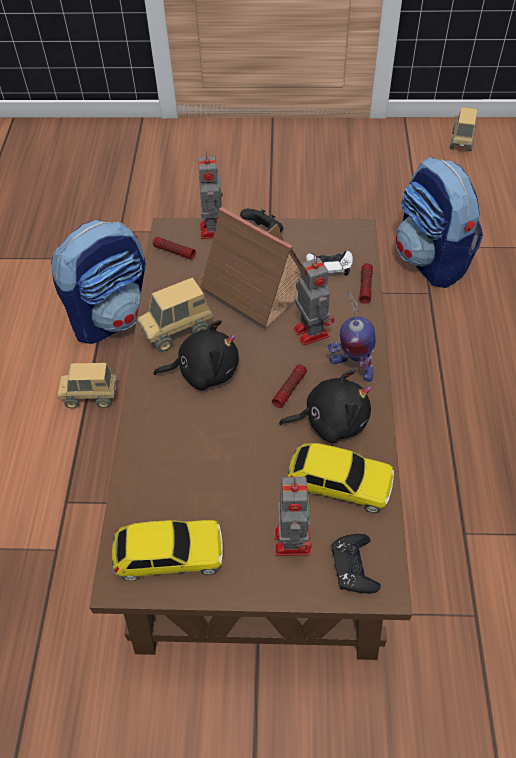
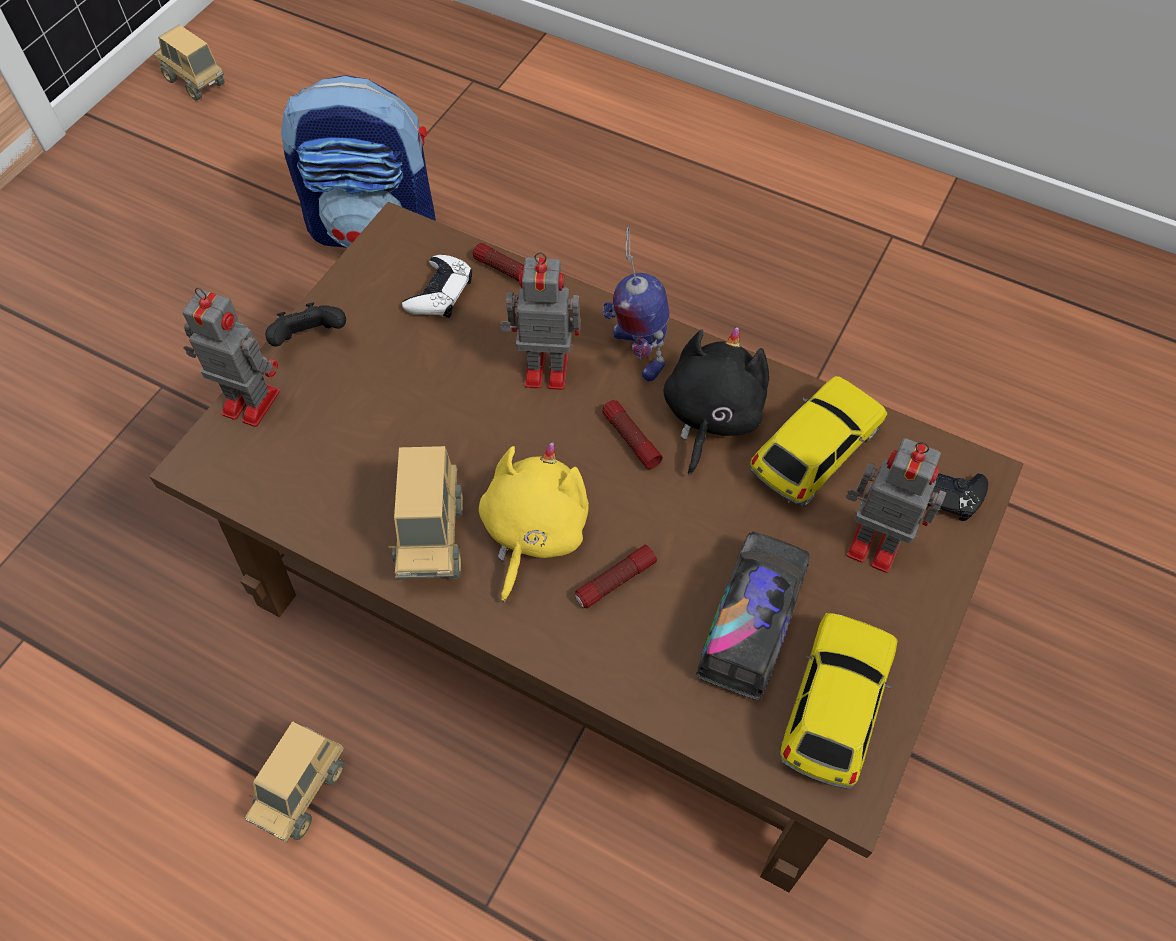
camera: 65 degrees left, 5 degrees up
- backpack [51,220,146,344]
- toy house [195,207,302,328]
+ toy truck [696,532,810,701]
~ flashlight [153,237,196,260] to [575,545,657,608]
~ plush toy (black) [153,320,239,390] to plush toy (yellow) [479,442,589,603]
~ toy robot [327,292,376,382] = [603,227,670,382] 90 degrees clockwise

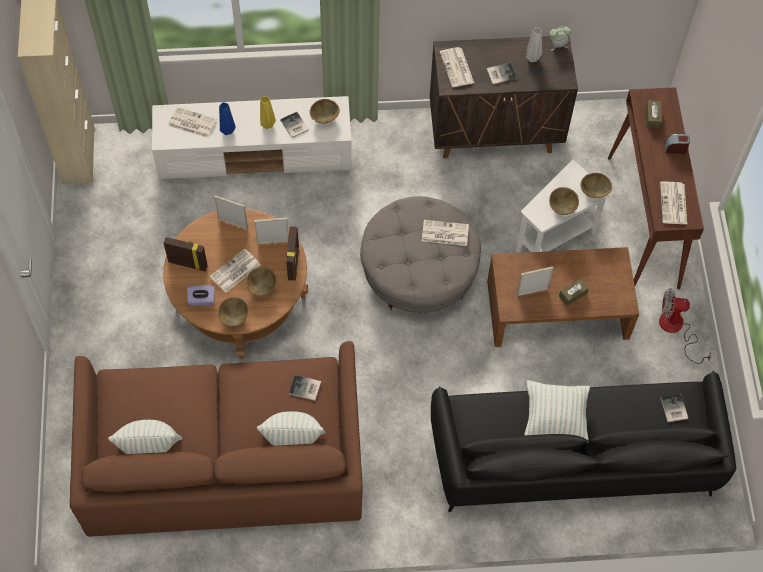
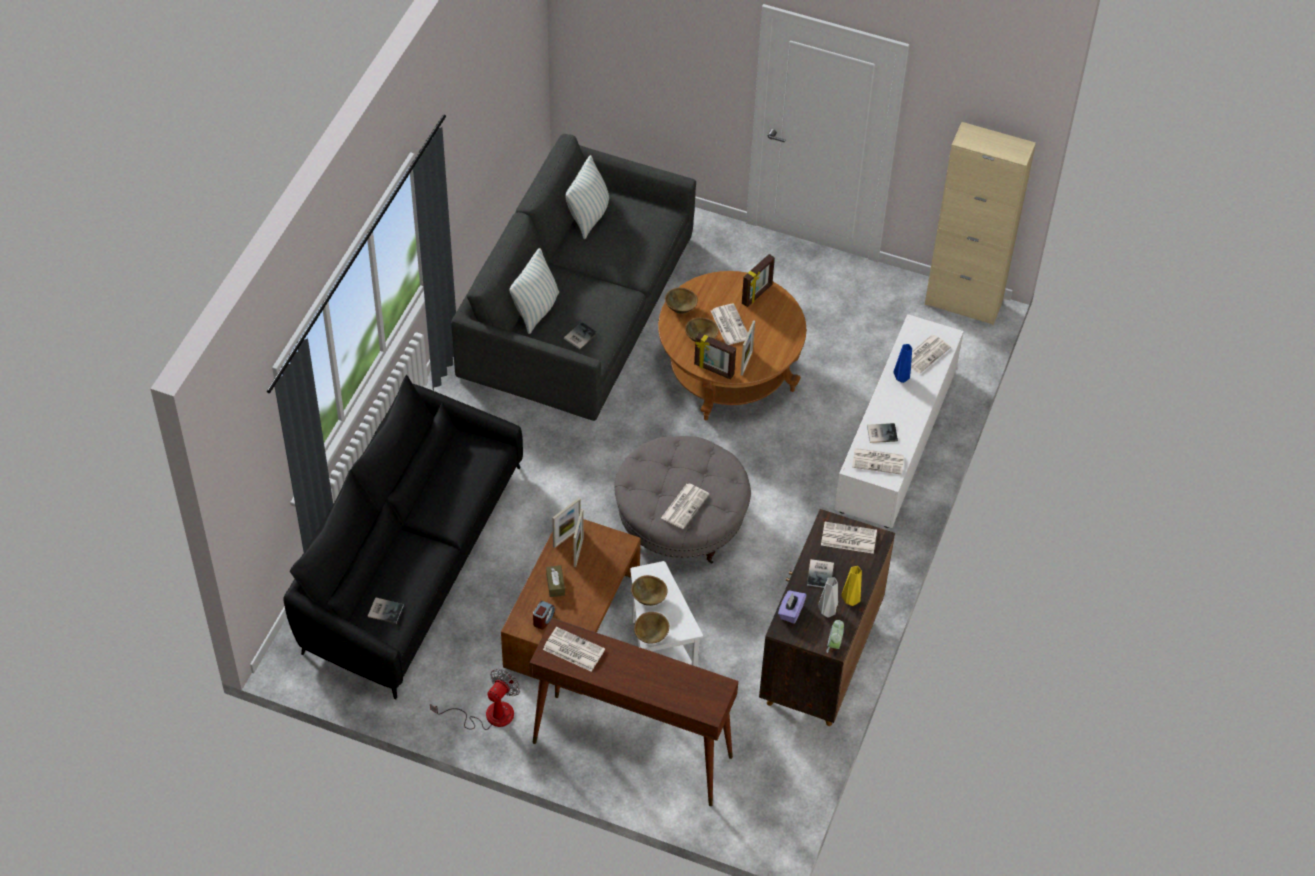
camera: 115 degrees right, 10 degrees down
- pillow [524,380,590,443]
- tissue box (brown) [646,100,662,128]
~ tissue box (purple) [187,285,215,306] to [778,590,807,624]
~ picture frame [214,195,248,230] to [552,498,581,548]
~ vase (yellow) [260,96,276,129] to [841,566,862,606]
~ alarm clock [665,134,690,154] to [533,601,555,630]
~ bowl (brown) [310,99,340,124] to newspaper [852,448,904,475]
~ sofa (brown) [70,341,363,537] to sofa (grey) [451,134,696,421]

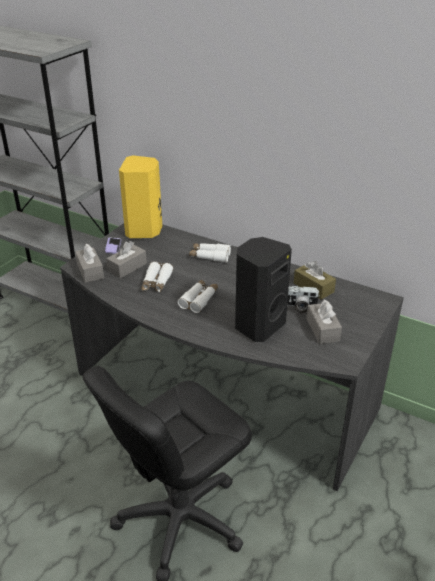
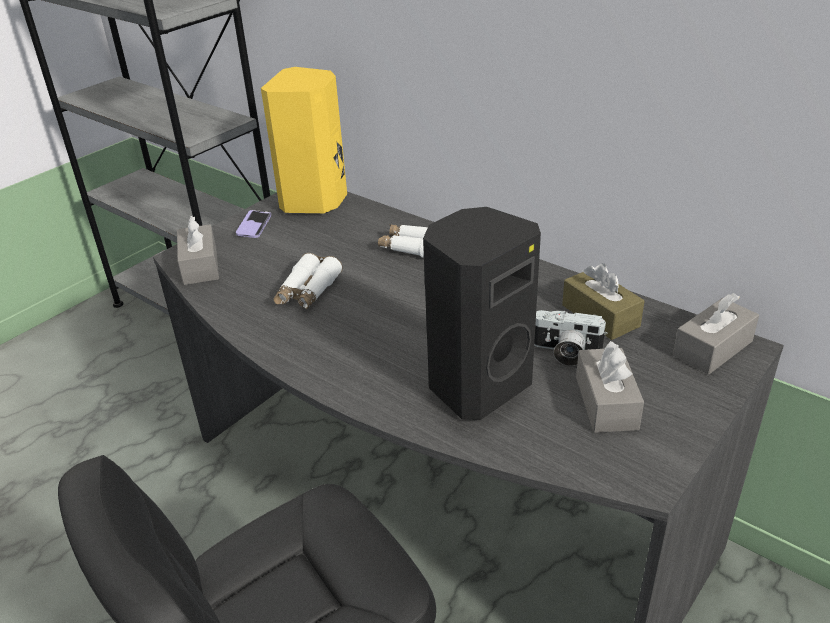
camera: 10 degrees right, 0 degrees up
- binoculars (white) [177,280,218,313]
~ tissue box (grey) [106,241,147,278] to [673,293,759,375]

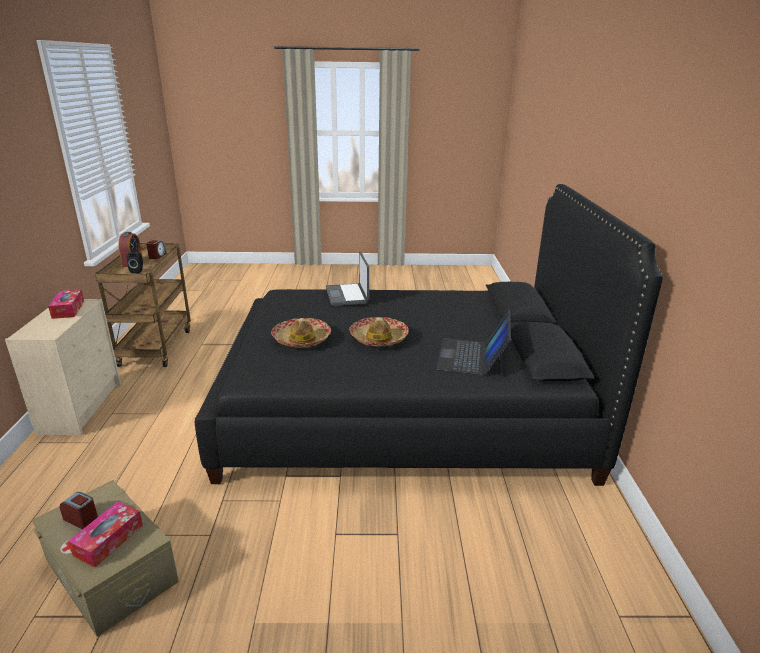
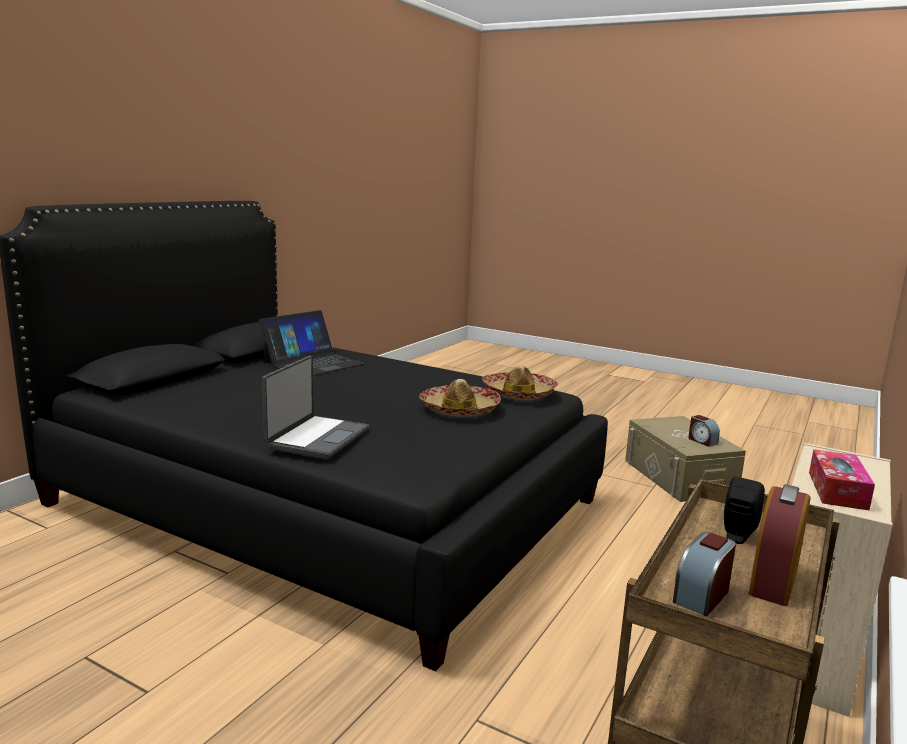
camera: 150 degrees left, 10 degrees down
- tissue box [68,502,143,567]
~ hat [349,317,409,347] to [482,365,558,400]

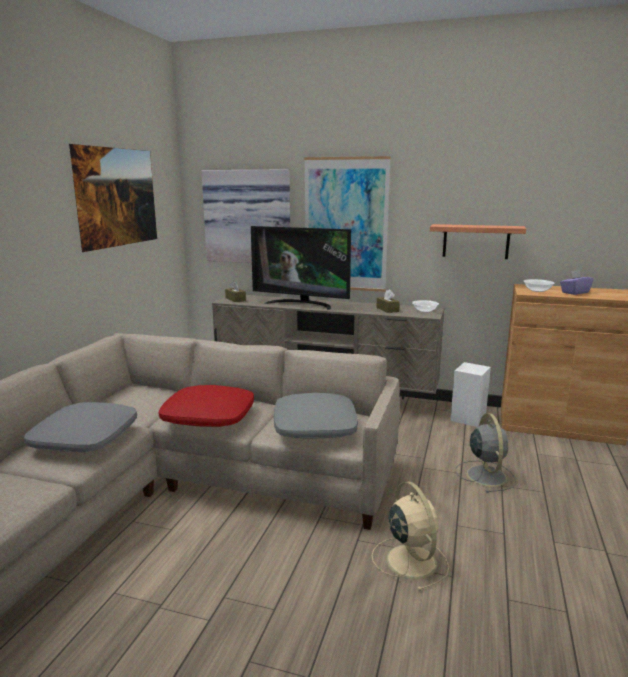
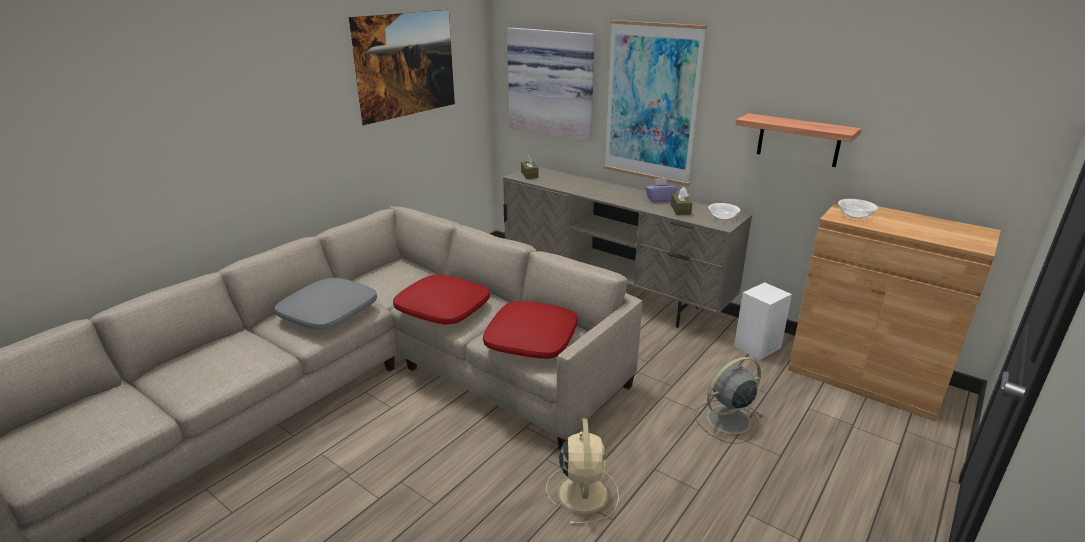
camera: 20 degrees right, 10 degrees up
- television [251,226,351,310]
~ tissue box (purple) [560,270,594,295] to [645,178,677,202]
~ pillow (grey) [274,393,358,438] to pillow (red) [483,301,577,359]
~ fan (grey) [456,413,516,493] = [695,357,763,444] 135 degrees counterclockwise

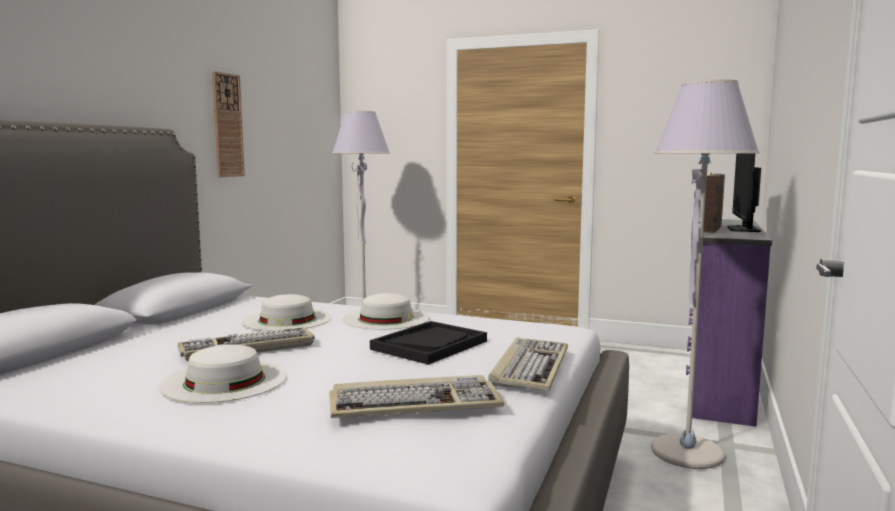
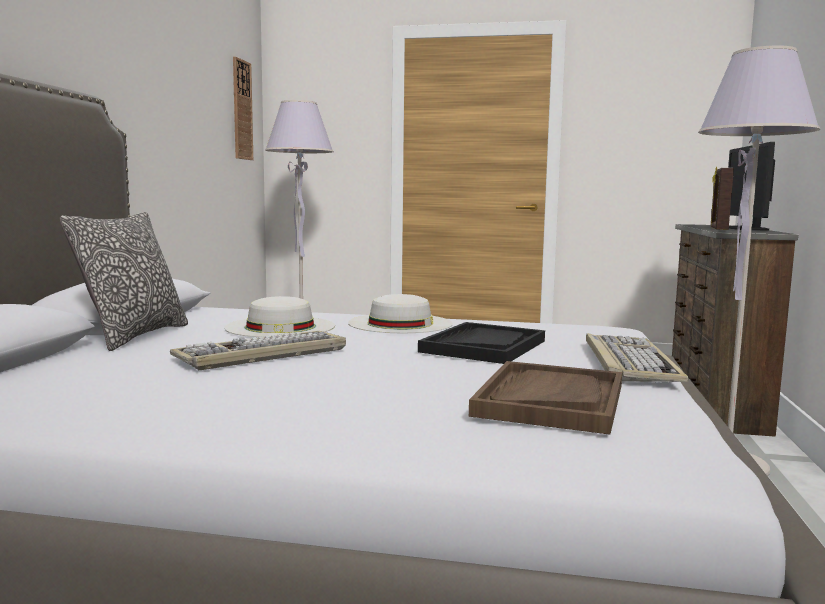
camera: 10 degrees left, 0 degrees up
- hat (white) [159,344,287,403]
+ pillow [60,212,188,351]
~ wall clock [212,71,245,177] to [233,57,253,160]
~ keyboard [329,375,504,418] to tray (brown) [469,361,622,435]
~ dresser (purple) [686,219,772,427] to dresser (brown) [672,224,798,437]

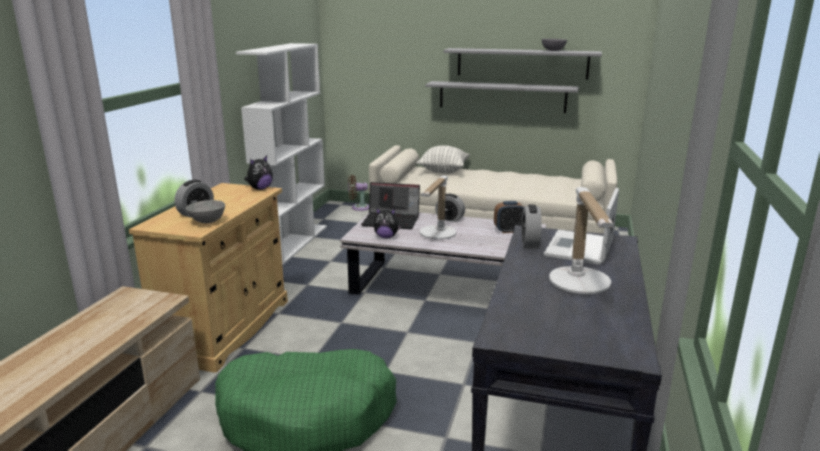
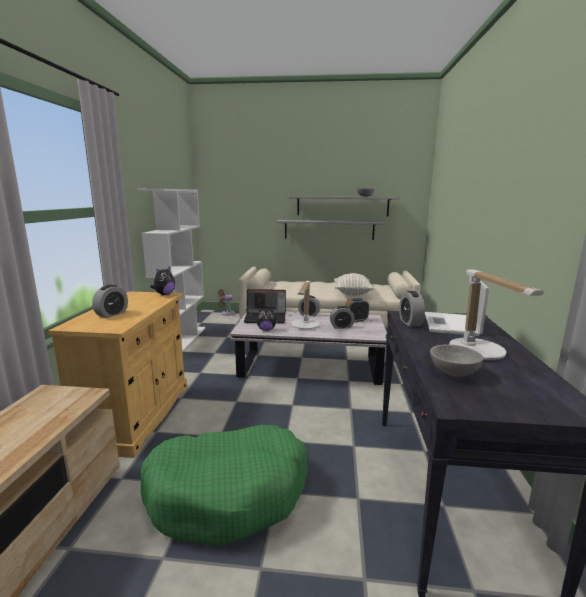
camera: 10 degrees left, 5 degrees down
+ alarm clock [330,306,355,329]
~ bowl (grey) [186,200,225,223] to [430,344,484,377]
~ pillow [416,145,470,174] to [334,273,374,295]

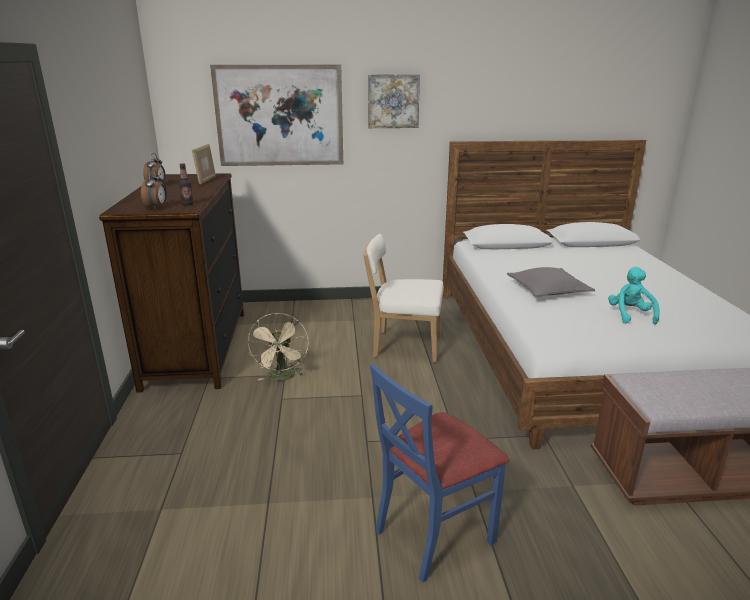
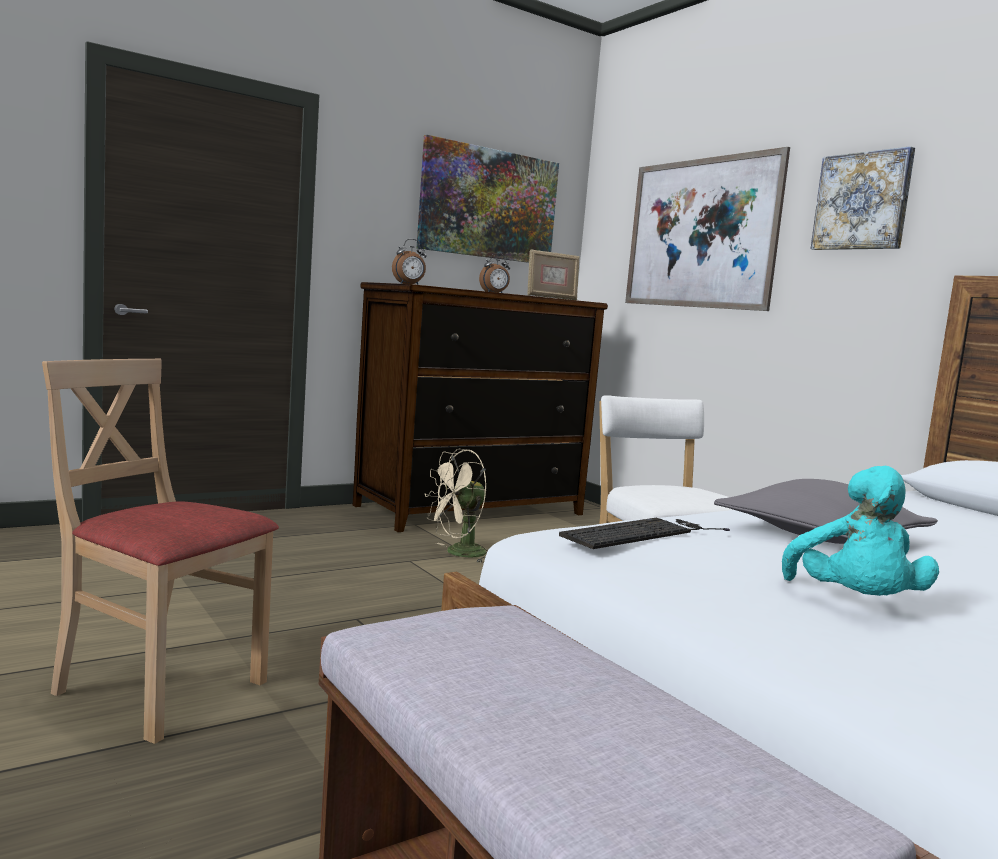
camera: 60 degrees right, 15 degrees down
- bottle [179,163,194,205]
+ picture [416,135,559,263]
+ keyboard [559,518,730,549]
~ chair (blue) [370,364,509,582] to chair (beige) [42,359,279,744]
~ plush toy (turquoise) [608,267,660,325] = [782,466,939,596] 120 degrees clockwise

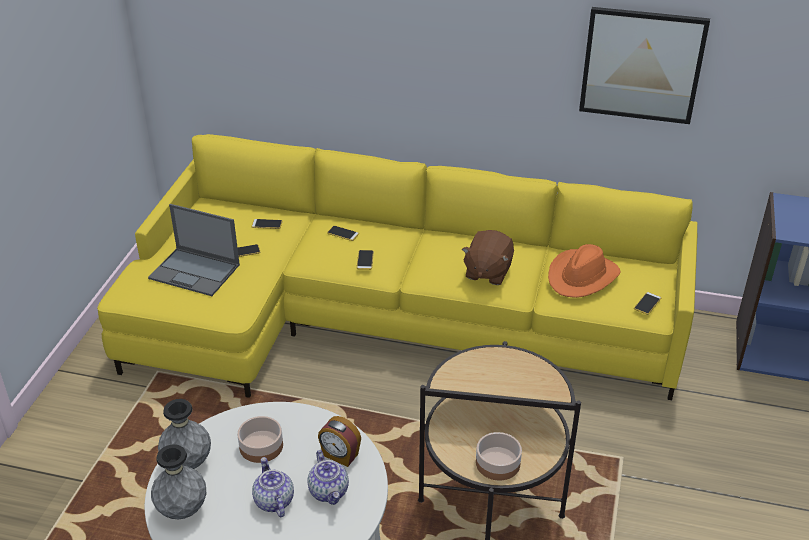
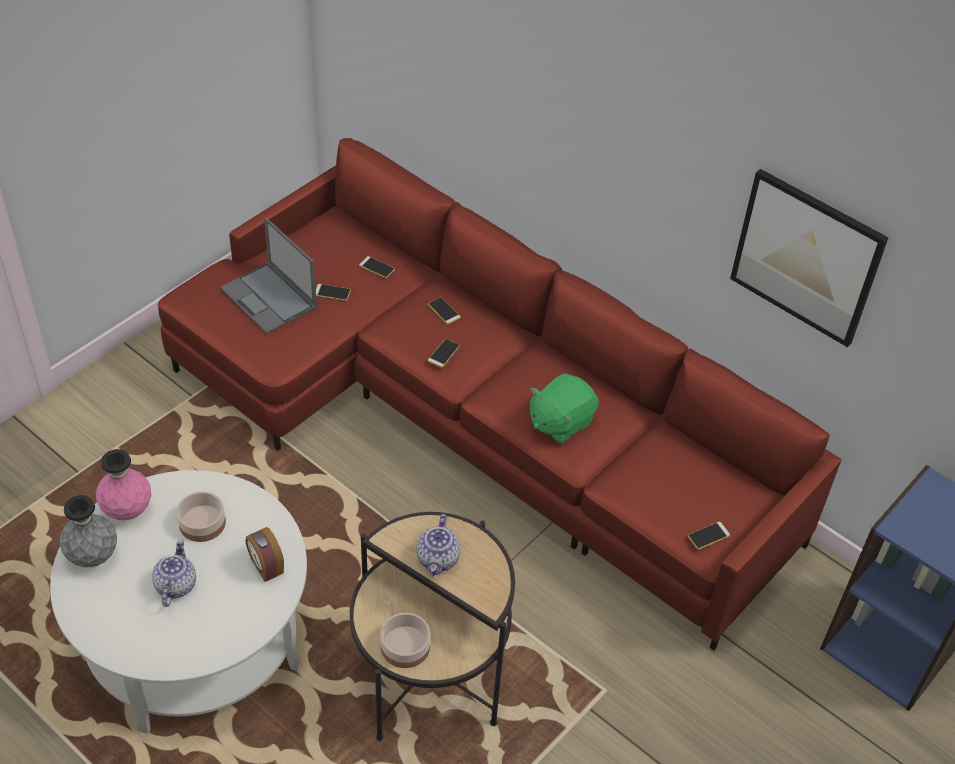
camera: 25 degrees right, 10 degrees up
- hat (orange) [548,244,621,298]
~ teapot [308,450,349,505] to [416,514,461,576]
~ sofa (yellow) [97,134,697,400] to sofa (red) [158,138,842,651]
~ vase (grey) [158,399,211,469] to vase (pink) [96,449,151,520]
~ plush toy (brown) [462,230,514,285] to plush toy (green) [530,373,599,444]

